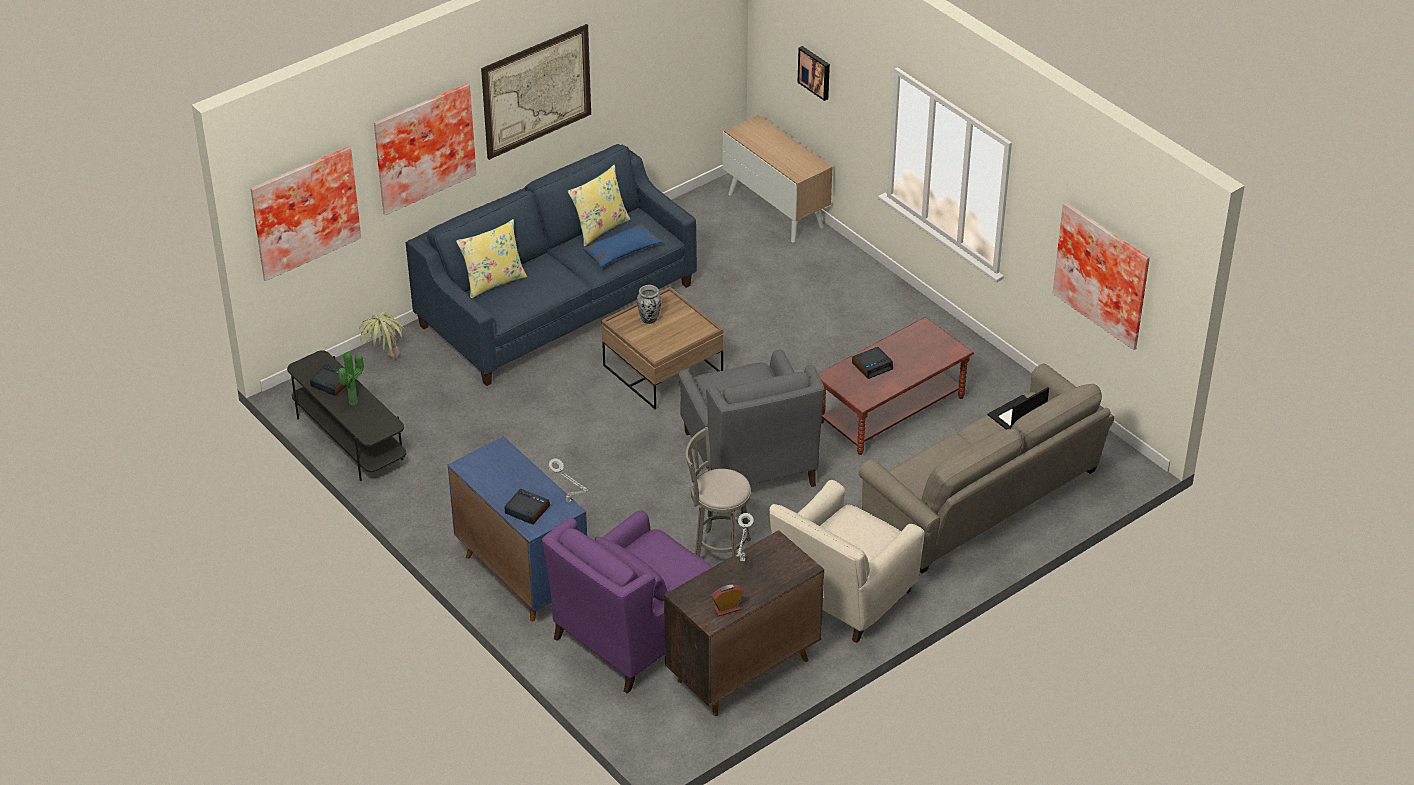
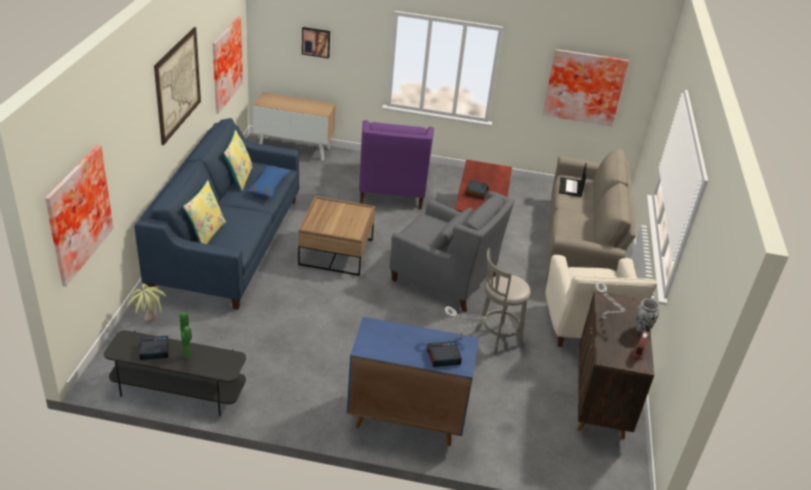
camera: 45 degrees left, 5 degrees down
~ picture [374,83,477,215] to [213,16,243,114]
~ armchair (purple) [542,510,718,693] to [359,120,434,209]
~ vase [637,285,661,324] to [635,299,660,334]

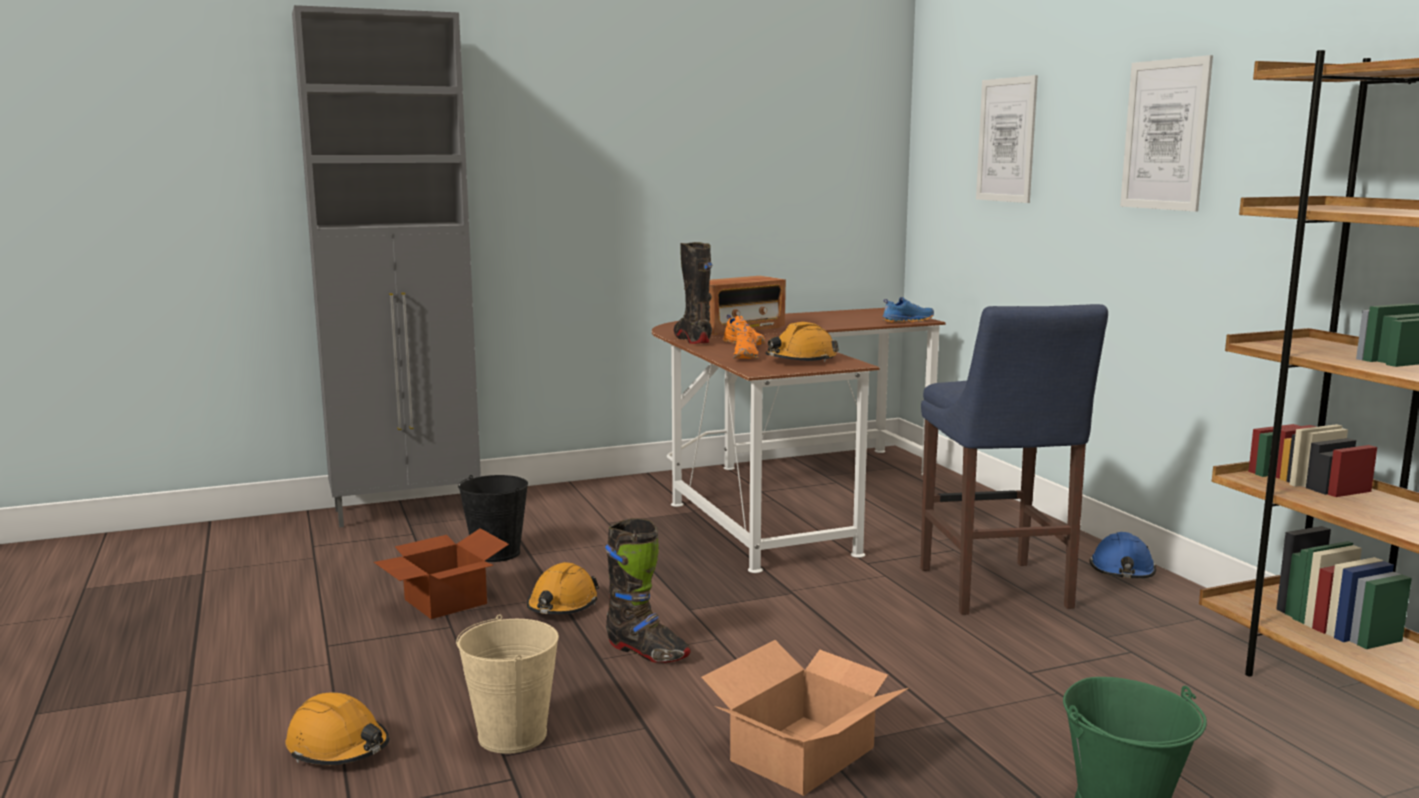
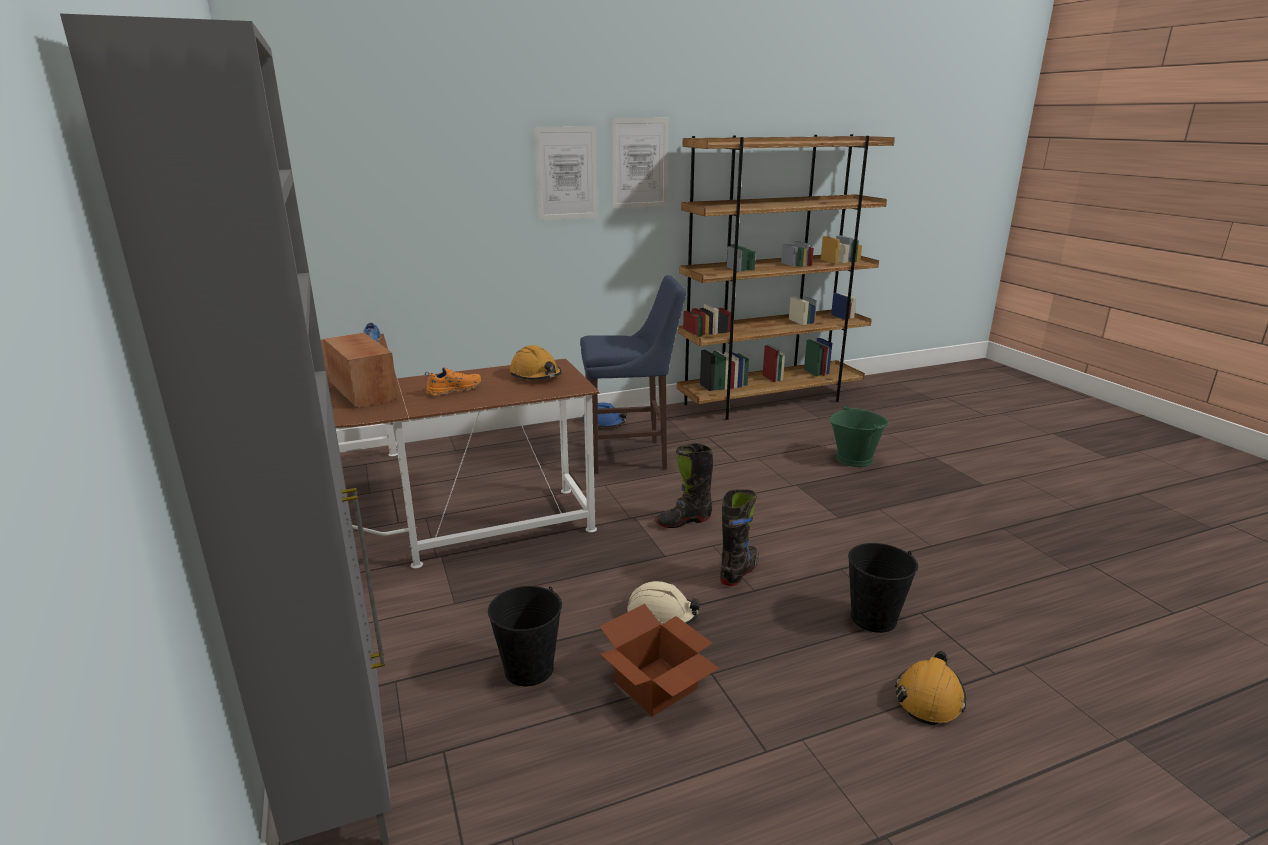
camera: 90 degrees left, 10 degrees up
- cardboard box [701,640,909,796]
- shoe (orange) [733,324,759,359]
~ boot (black) [673,242,712,344] to [655,443,713,528]
~ picture [976,75,1038,203] to [611,118,669,209]
~ bucket (beige) [456,614,559,754] to bucket (black) [848,543,918,633]
~ hard hat (orange) [527,562,599,614] to hard hat (beige) [627,581,701,625]

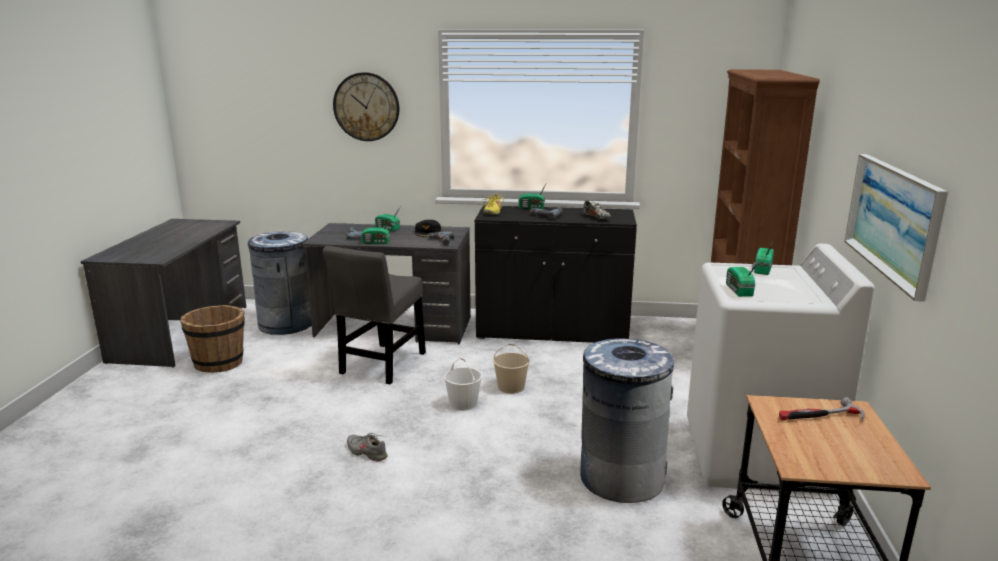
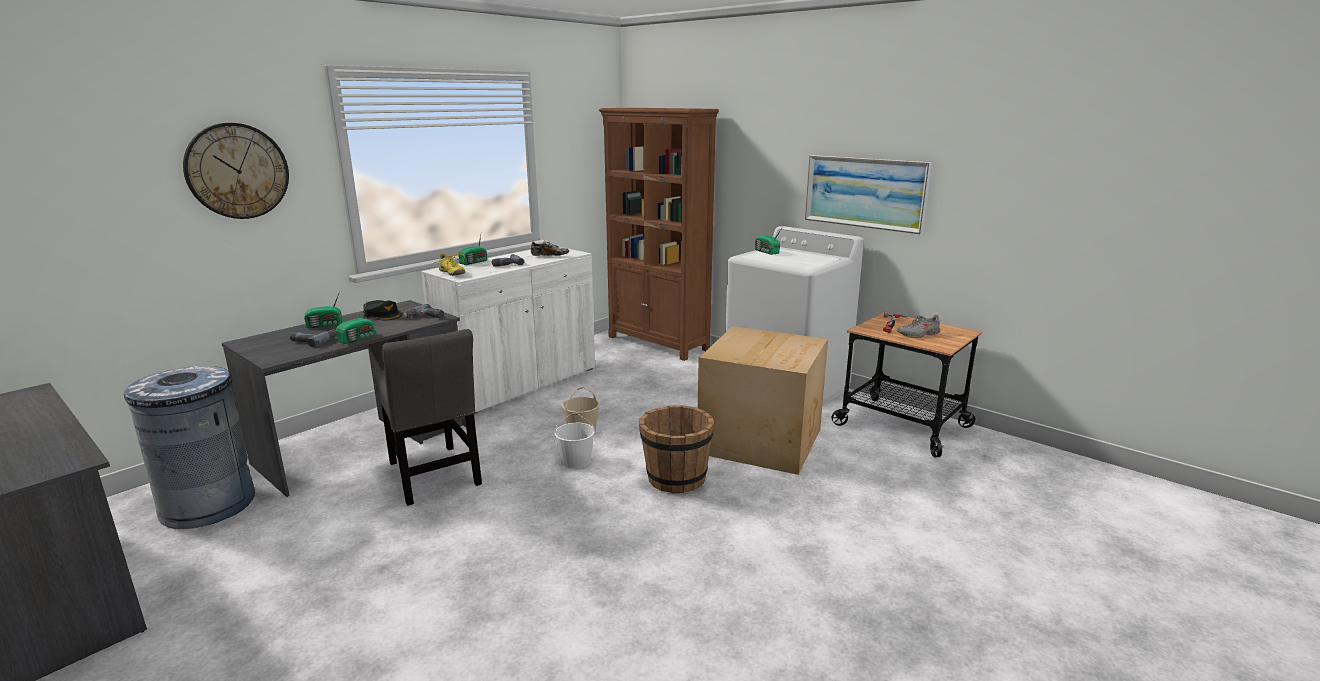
camera: 55 degrees left, 0 degrees up
- radio [726,260,760,297]
~ bucket (brown) [180,305,245,373] to [639,405,714,493]
~ shoe (grey) [347,433,387,461] to [897,315,942,338]
~ trash can (grey) [580,338,674,503] to cardboard box [698,326,828,475]
~ cabinet (black) [475,205,637,343] to cabinet (white) [421,247,595,414]

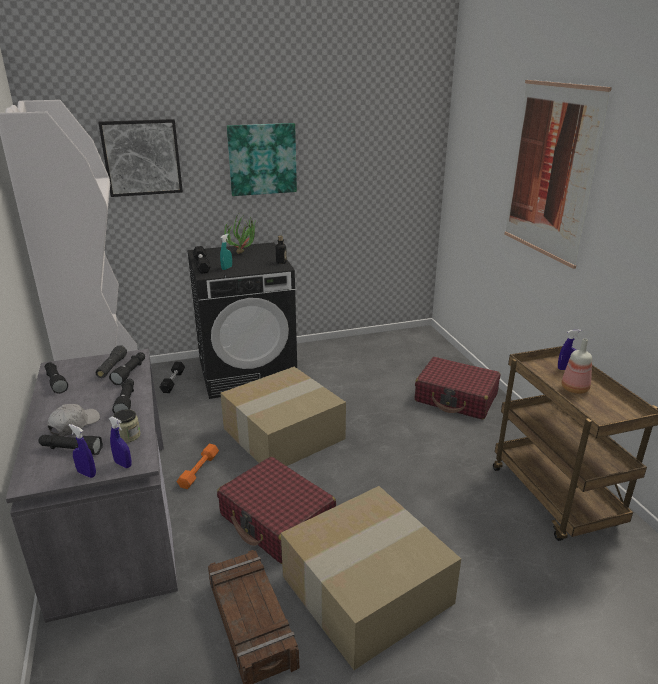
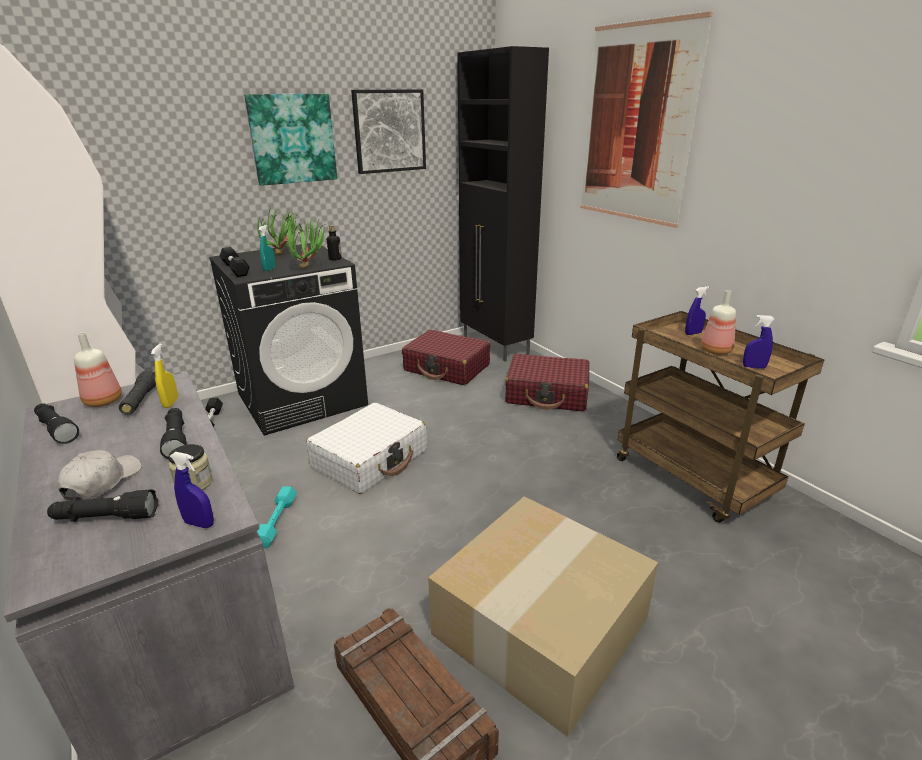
camera: 15 degrees left, 0 degrees up
+ bottle [74,332,122,407]
+ potted plant [286,217,328,269]
+ cabinet (black) [457,46,549,361]
~ spray bottle (blue) [68,424,96,478] to [743,315,775,369]
~ picture [98,119,183,197] to [351,89,426,174]
~ suitcase (red) [217,457,336,564] to [402,330,490,385]
~ flashlight (black) [109,352,145,385] to spray bottle (yellow) [151,344,178,408]
~ cardboard box [220,367,346,466] to suitcase (white) [306,403,427,494]
~ dumbbell (orange) [177,444,219,489] to dumbbell (turquoise) [257,486,297,548]

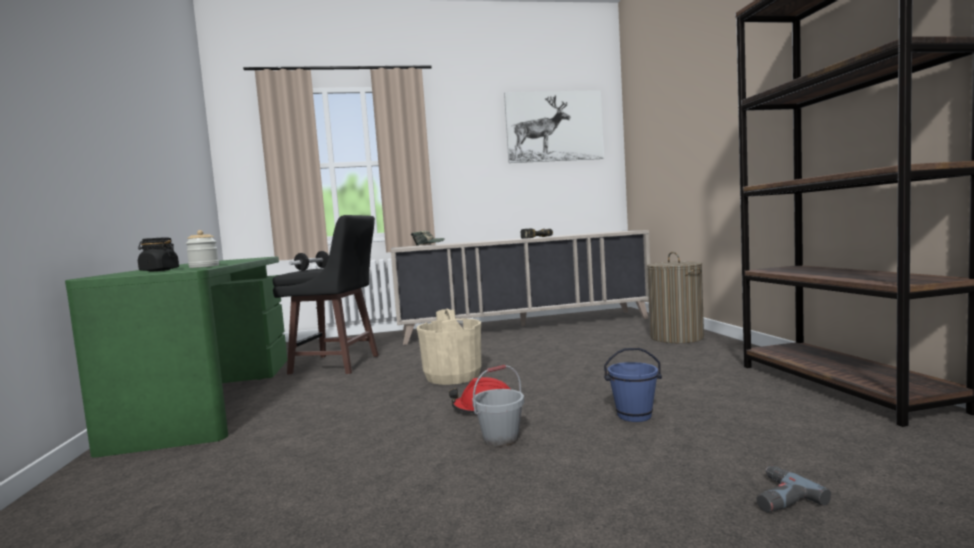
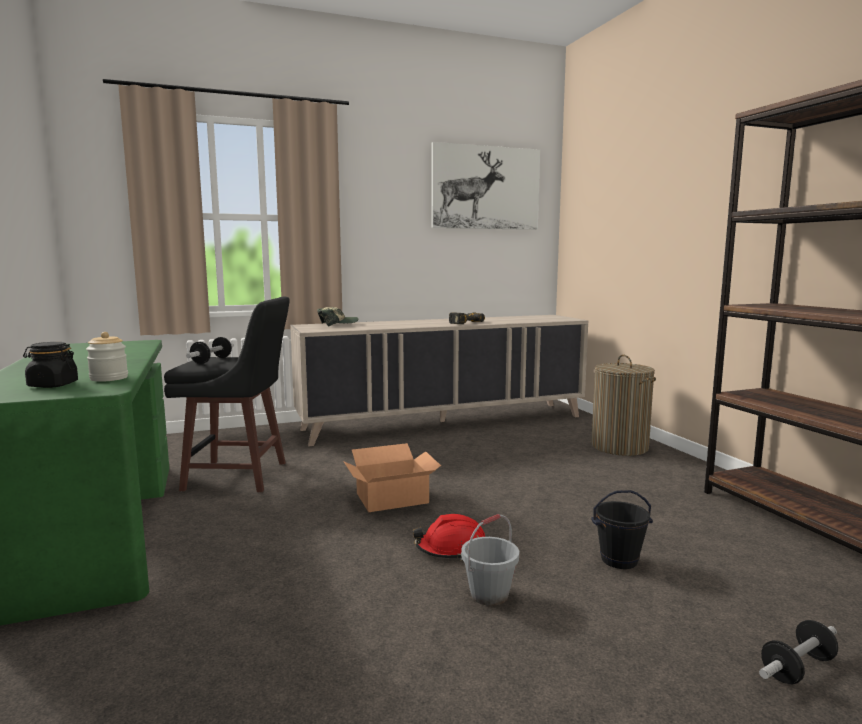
camera: 10 degrees left, 5 degrees up
~ bucket (beige) [417,308,482,385] to cardboard box [343,443,441,512]
~ power drill [756,465,831,512] to dumbbell [759,620,838,684]
~ bucket (blue) [604,348,662,422] to bucket (black) [591,490,653,569]

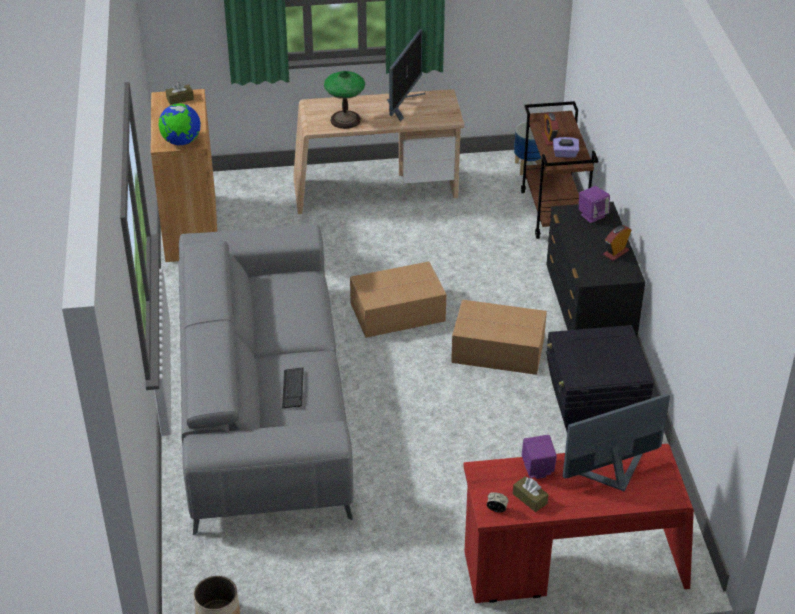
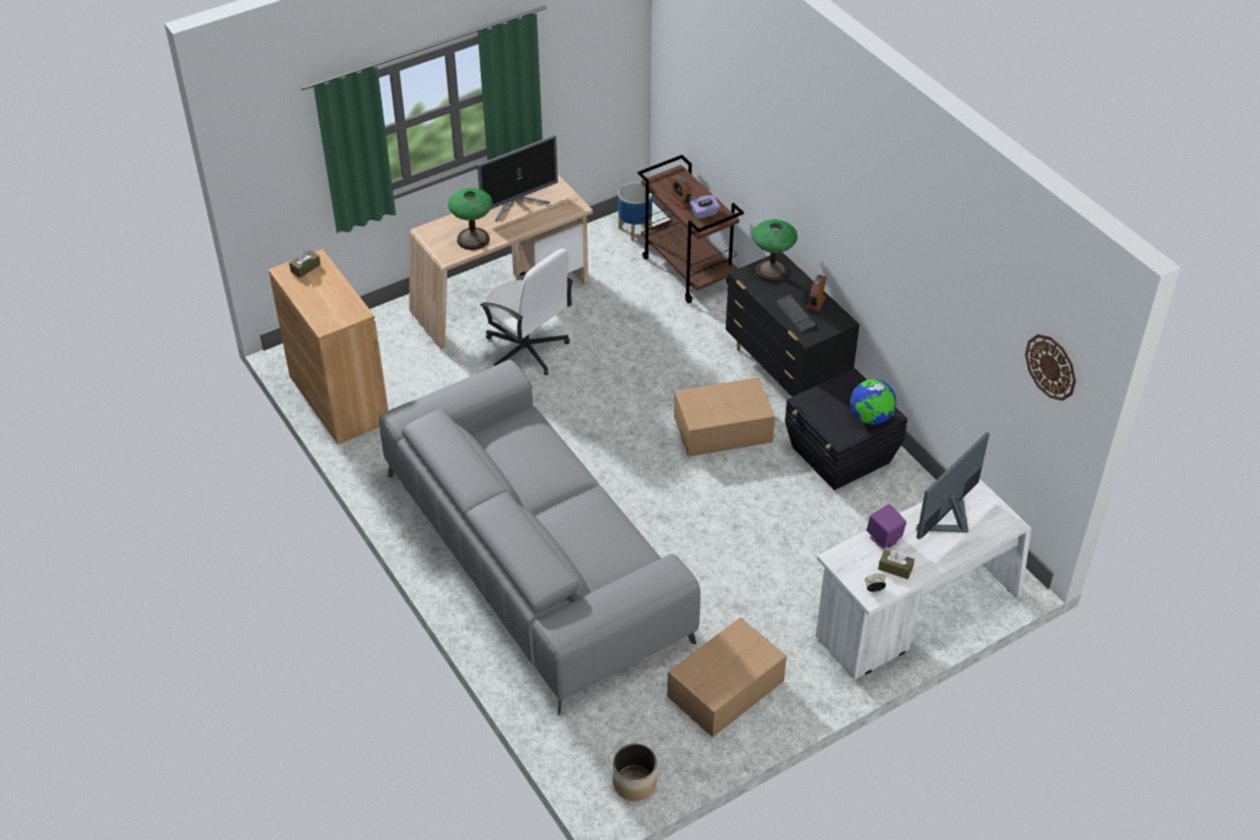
camera: 25 degrees left, 5 degrees up
+ office chair (white) [480,249,573,376]
+ wall clock [1025,334,1076,401]
~ globe [159,103,201,145] to [850,379,896,425]
~ keyboard [282,368,304,409] to [775,294,816,333]
~ cardboard box [350,261,446,338] to [667,617,787,737]
~ speaker (purple) [579,186,610,223] to table lamp [752,219,798,282]
~ desk (red) [463,444,694,603] to desk (white) [815,479,1031,680]
~ monitor [387,29,425,122] = [477,135,558,222] 60 degrees clockwise

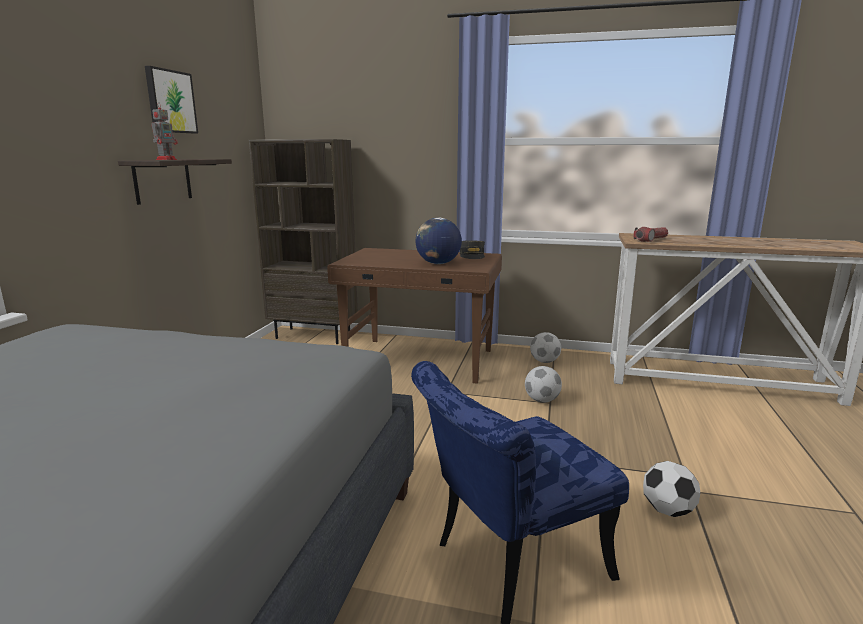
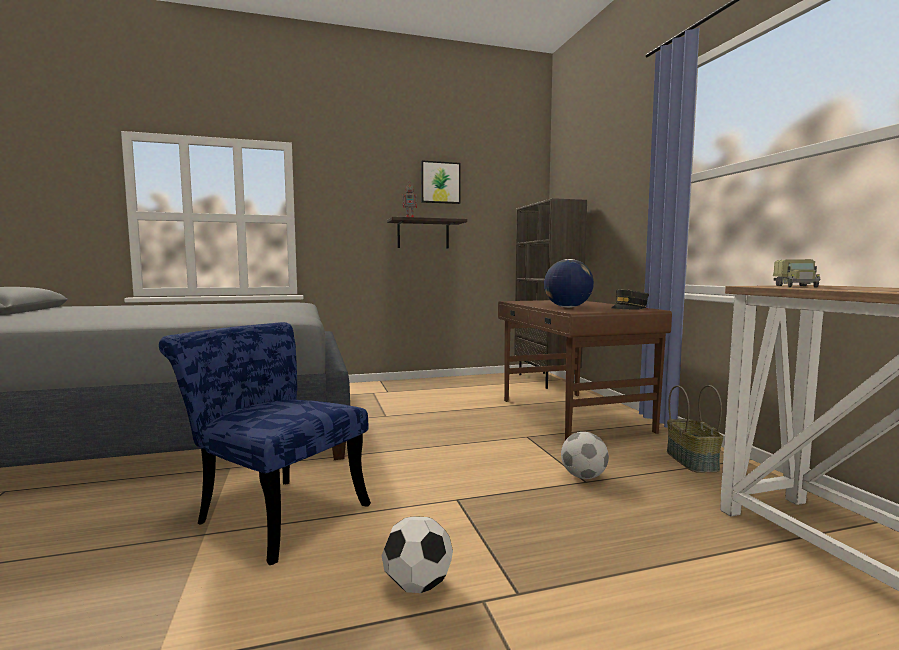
camera: 60 degrees right, 10 degrees down
~ football [530,332,561,363] to basket [667,385,723,473]
~ flashlight [633,227,668,242] to toy truck [773,259,821,288]

